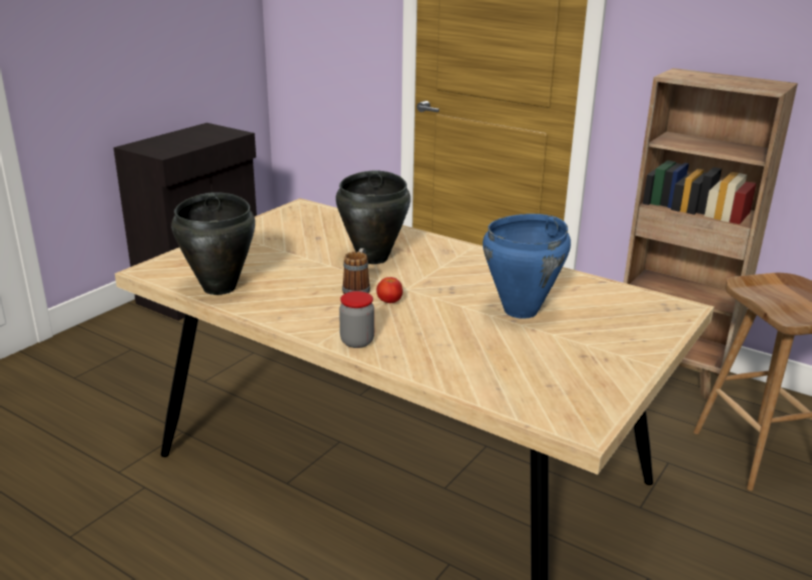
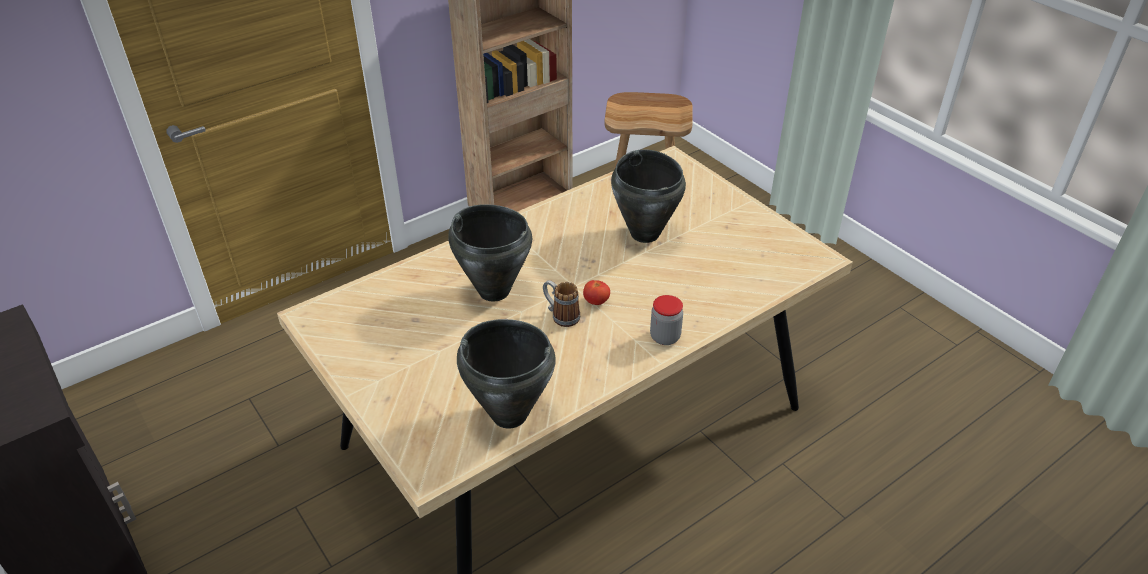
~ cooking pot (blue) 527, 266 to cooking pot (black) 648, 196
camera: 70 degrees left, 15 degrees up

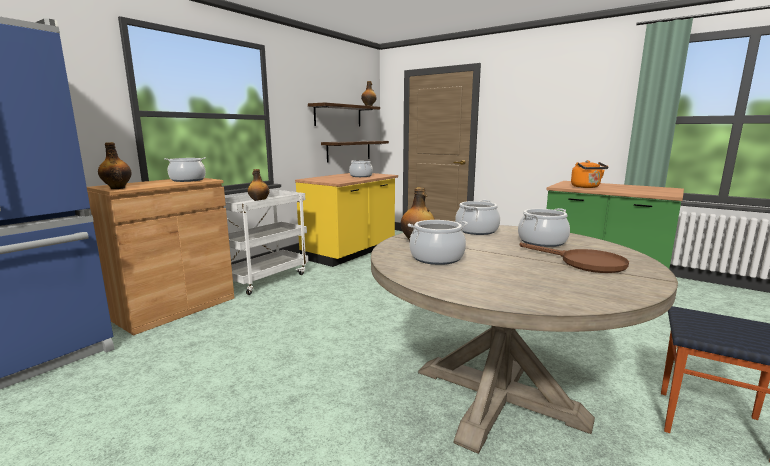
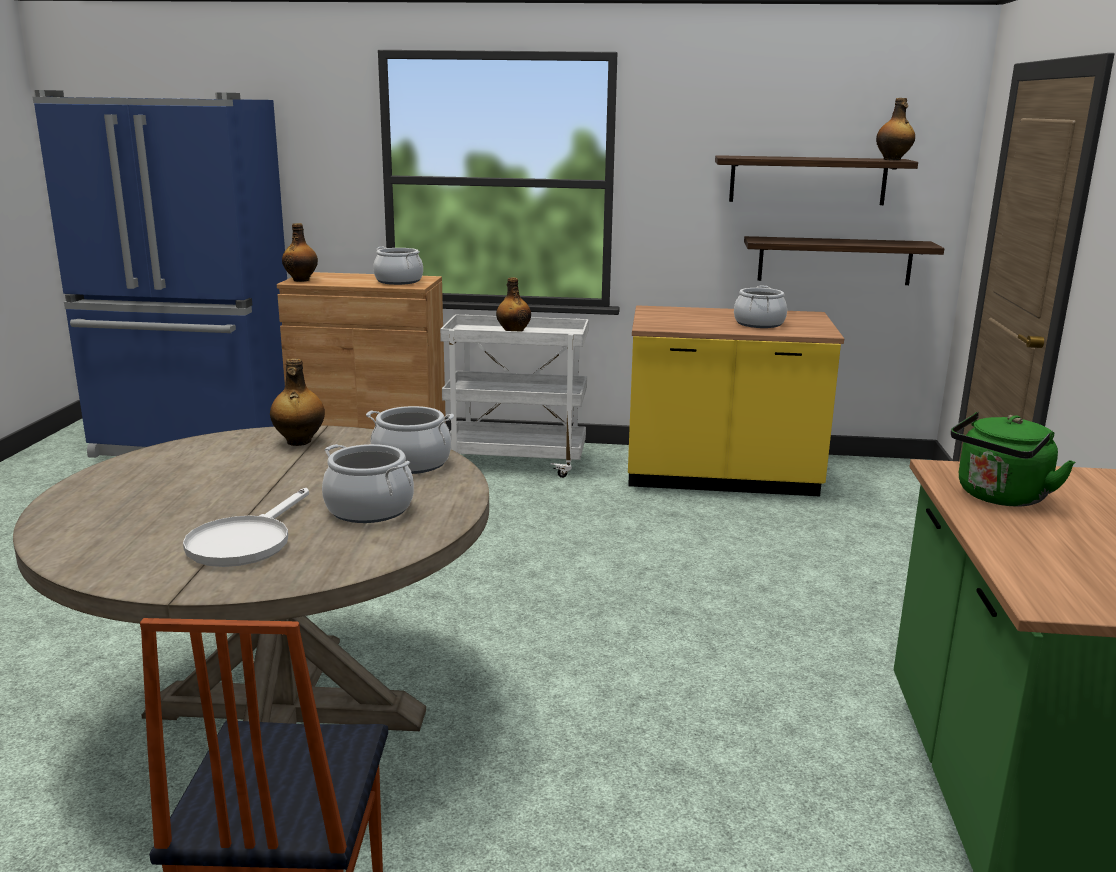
~ frying pan (brown) 574, 257 to frying pan (white) 246, 527
~ kettle (orange) 590, 174 to kettle (green) 1013, 459
- cooking pot 438, 242
camera: 60 degrees right, 5 degrees up

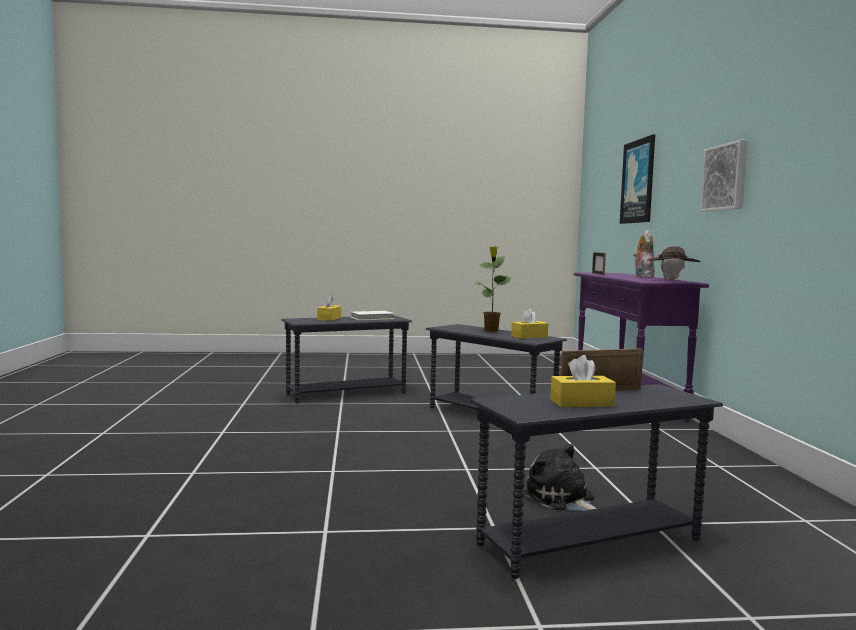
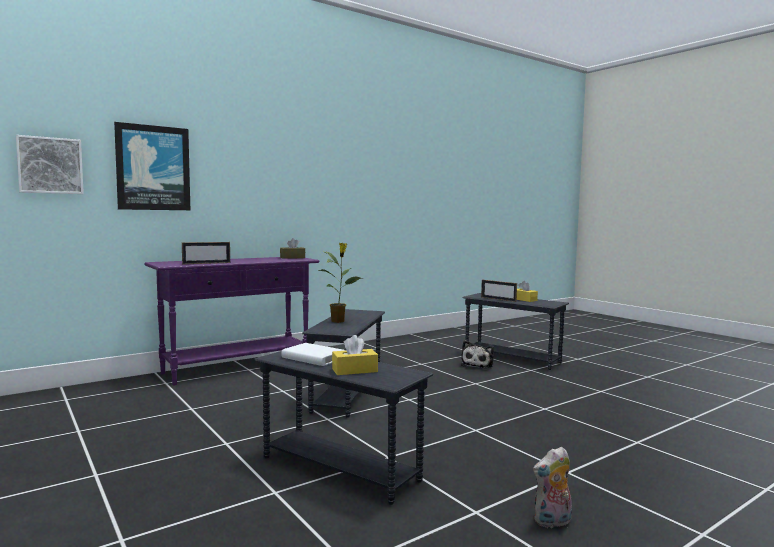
~ picture 724, 176 to 50, 164
~ hat (brown) 673, 263 to tissue box (brown) 292, 248
~ plush toy 644, 254 to 552, 487
- tissue box (yellow) 529, 324
camera: 120 degrees left, 0 degrees up

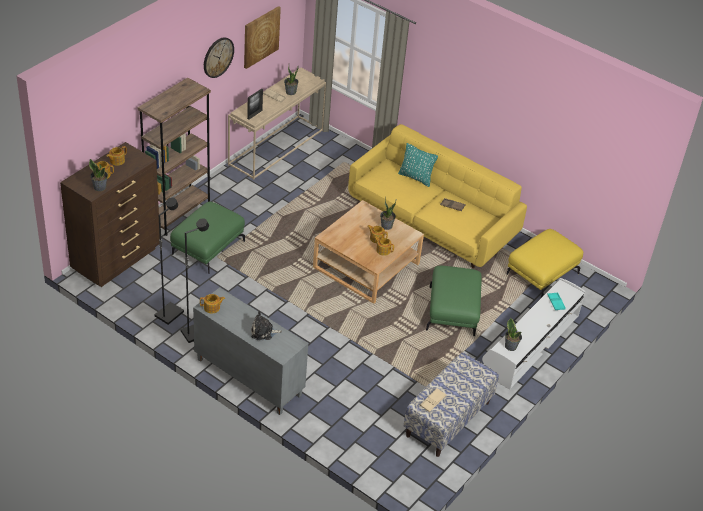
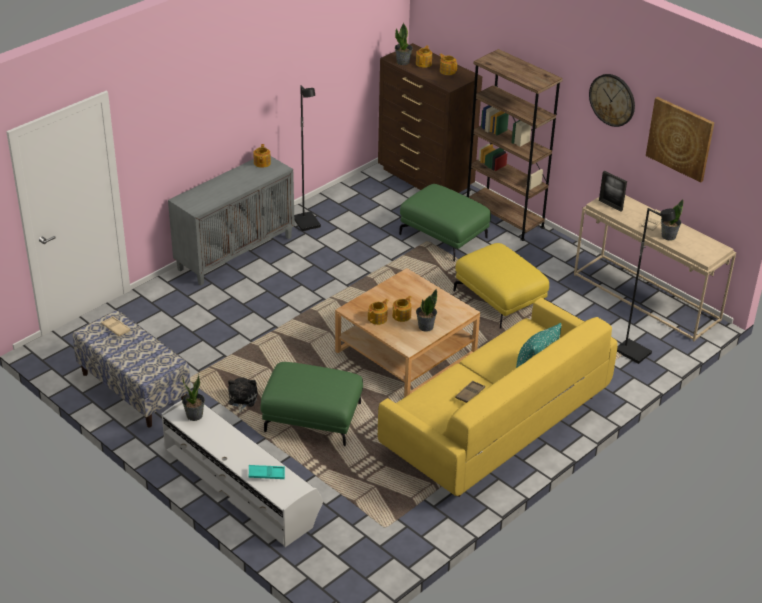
~ plush toy 266, 325 to 243, 395
~ ottoman (yellow) 544, 263 to 501, 286
~ floor lamp (black) 169, 261 to 646, 286
camera: 100 degrees right, 5 degrees down

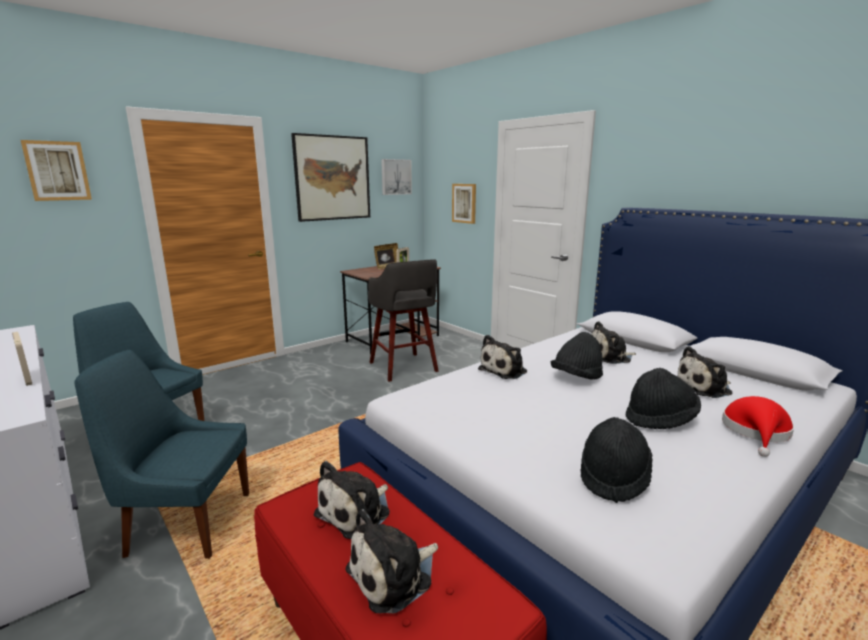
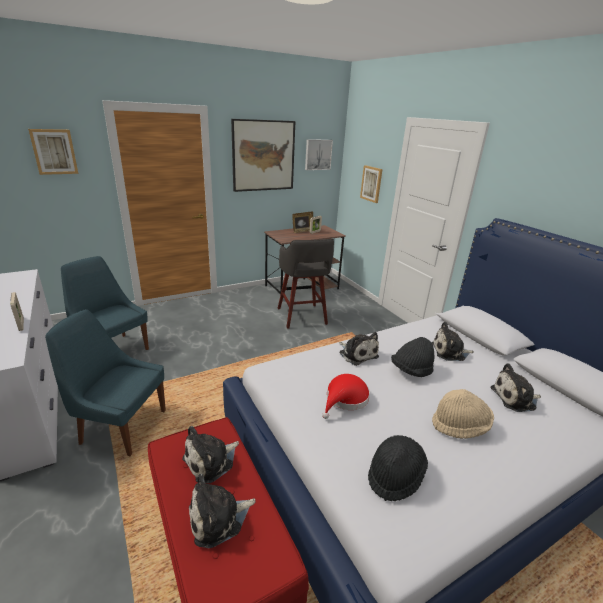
~ hat (red) 758, 426 to 346, 396
~ plush toy 502, 357 = 359, 349 90 degrees counterclockwise
~ hat (black) 663, 398 to hat (beige) 463, 414
camera: 10 degrees right, 10 degrees up

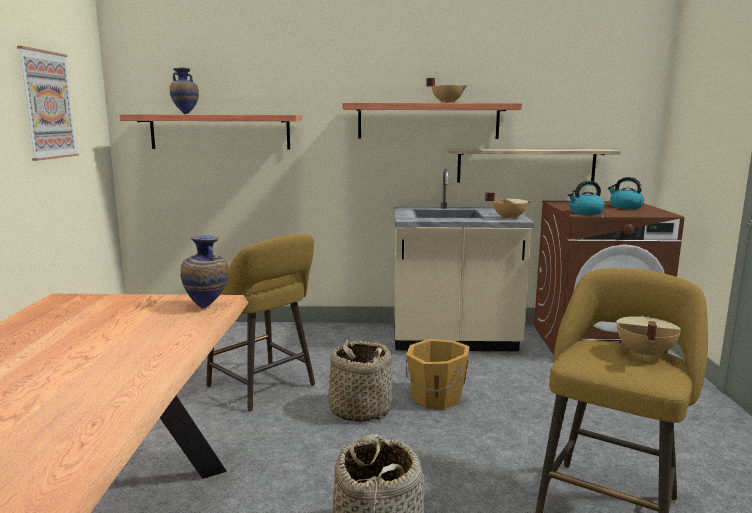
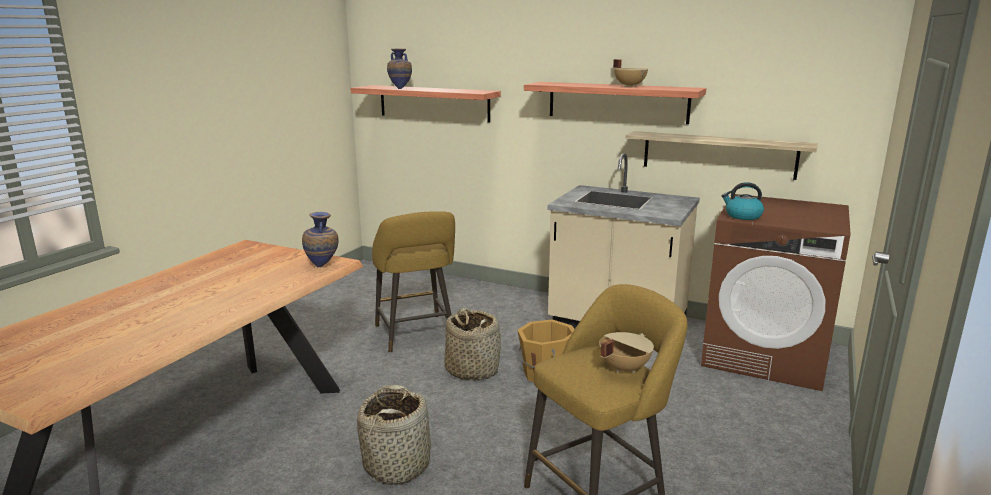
- picture 48, 103
- cooking pot (beige) 508, 206
- kettle 626, 193
camera: 25 degrees right, 5 degrees up

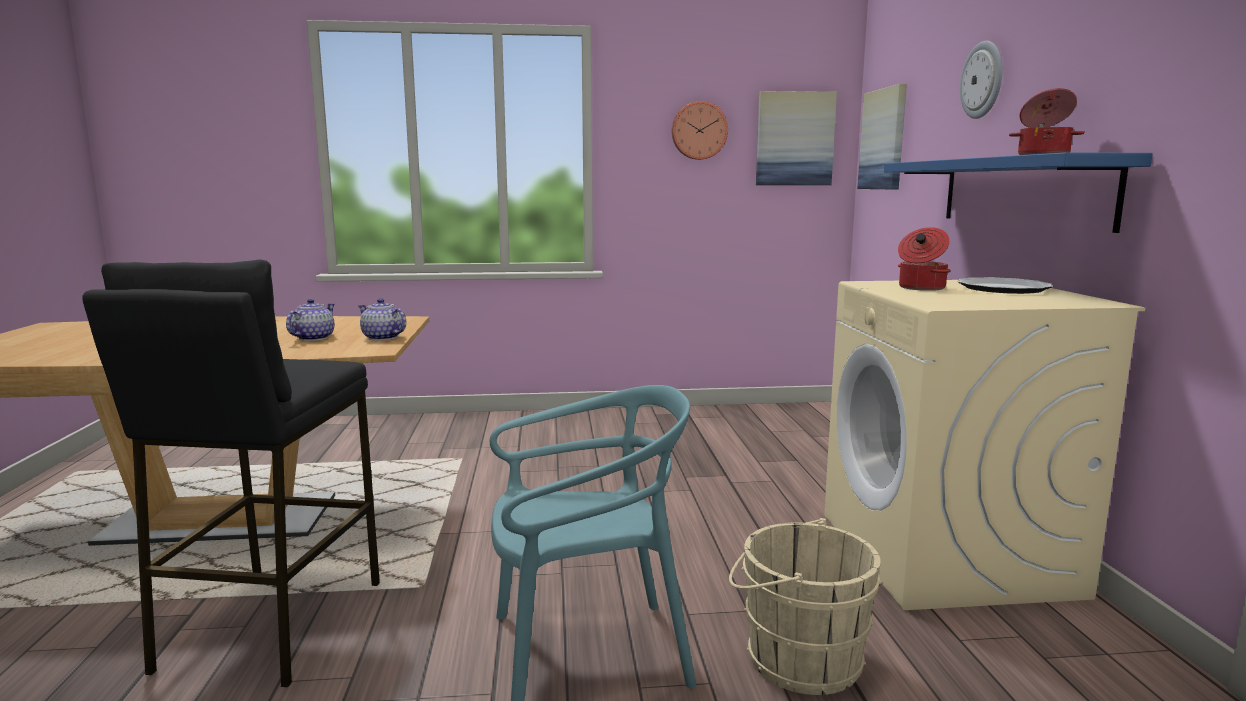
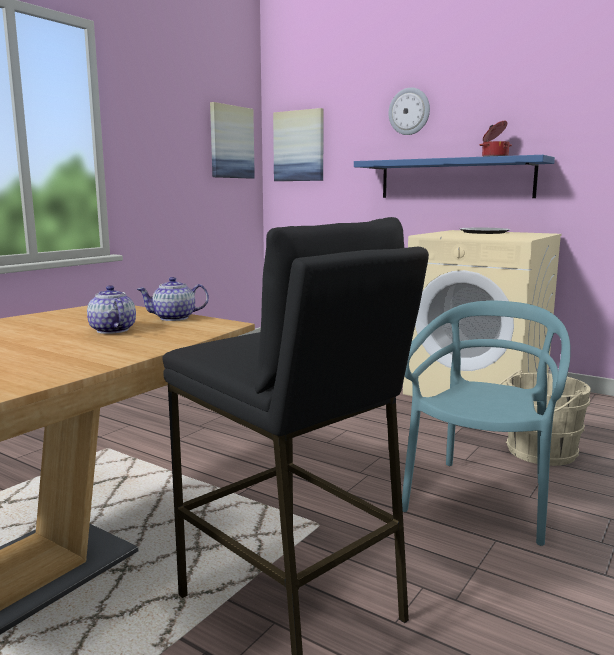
- wall clock 700, 130
- cooking pot 924, 259
camera: 50 degrees left, 0 degrees up

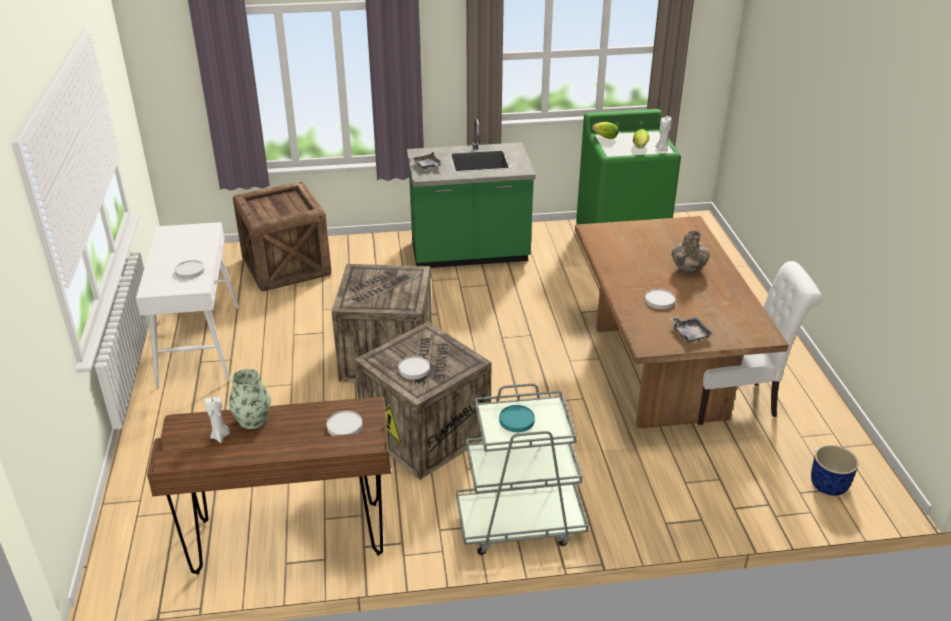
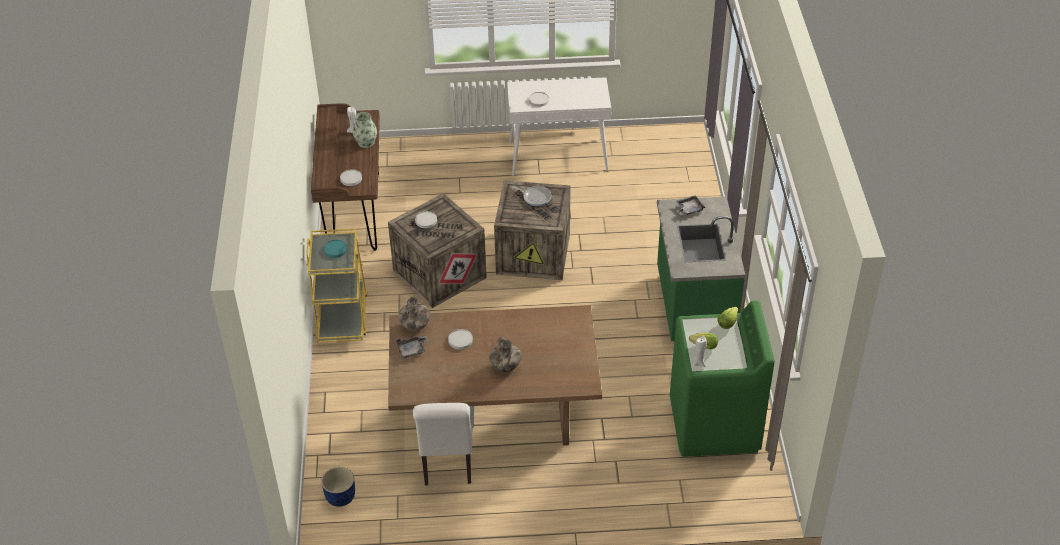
~ cart (grey) 522, 469 to cart (yellow) 337, 286
+ vase 414, 314
+ frying pan 532, 196
- crate 282, 236
camera: 95 degrees right, 10 degrees up

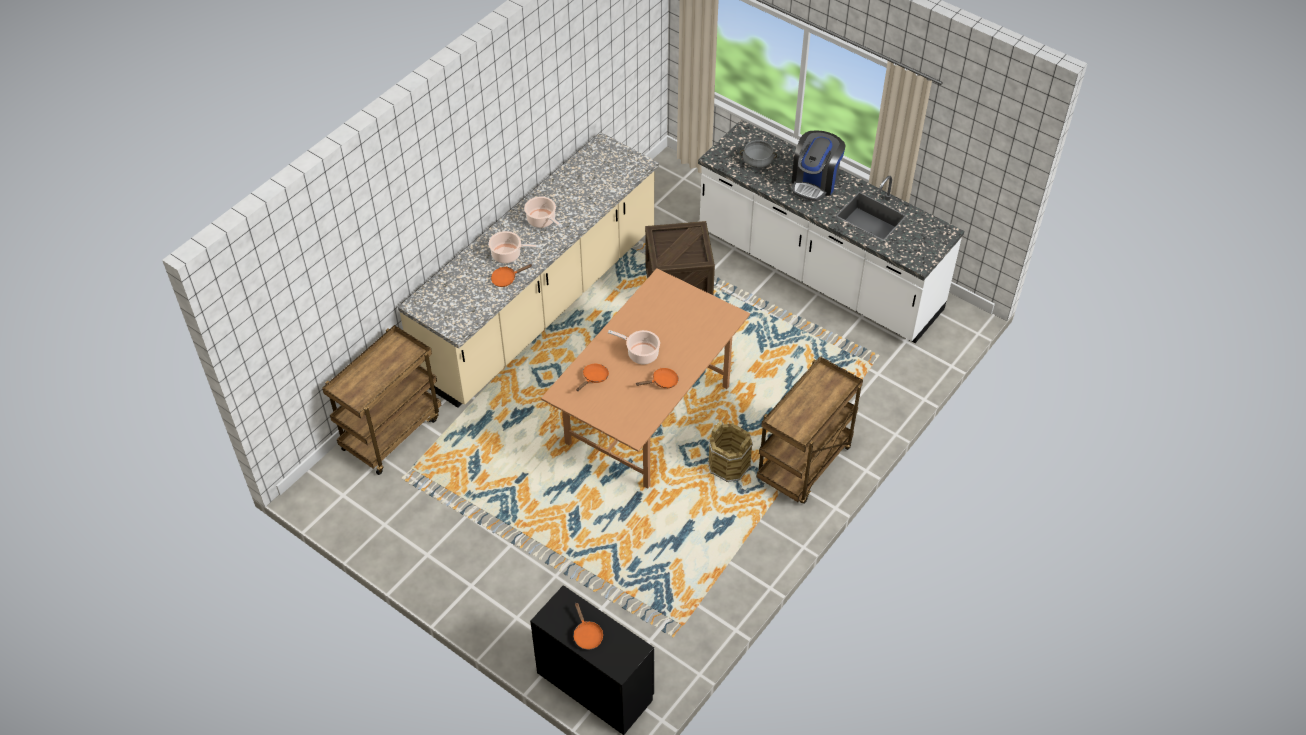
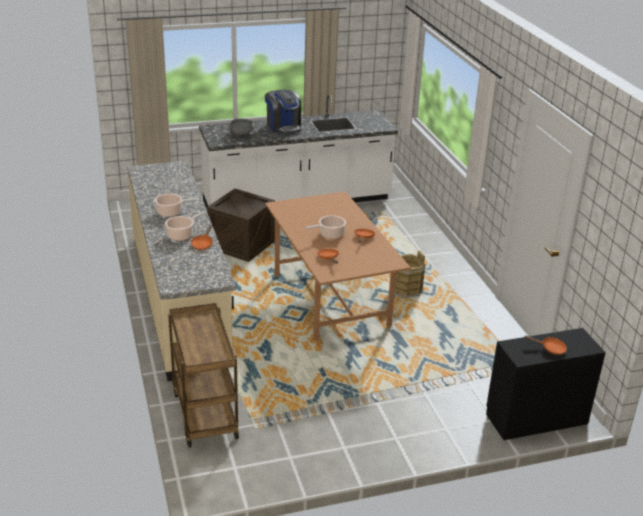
- cart (brown) 810, 430
camera: 55 degrees left, 20 degrees down

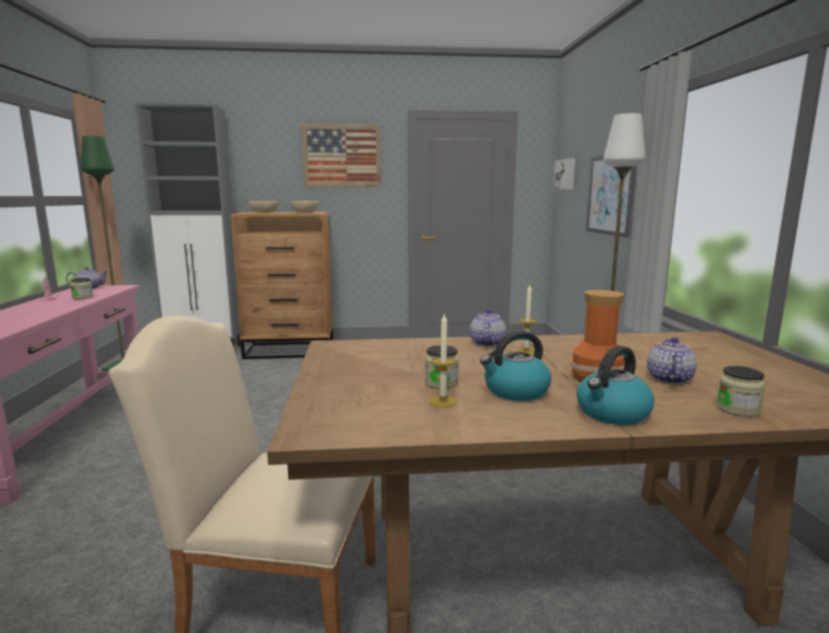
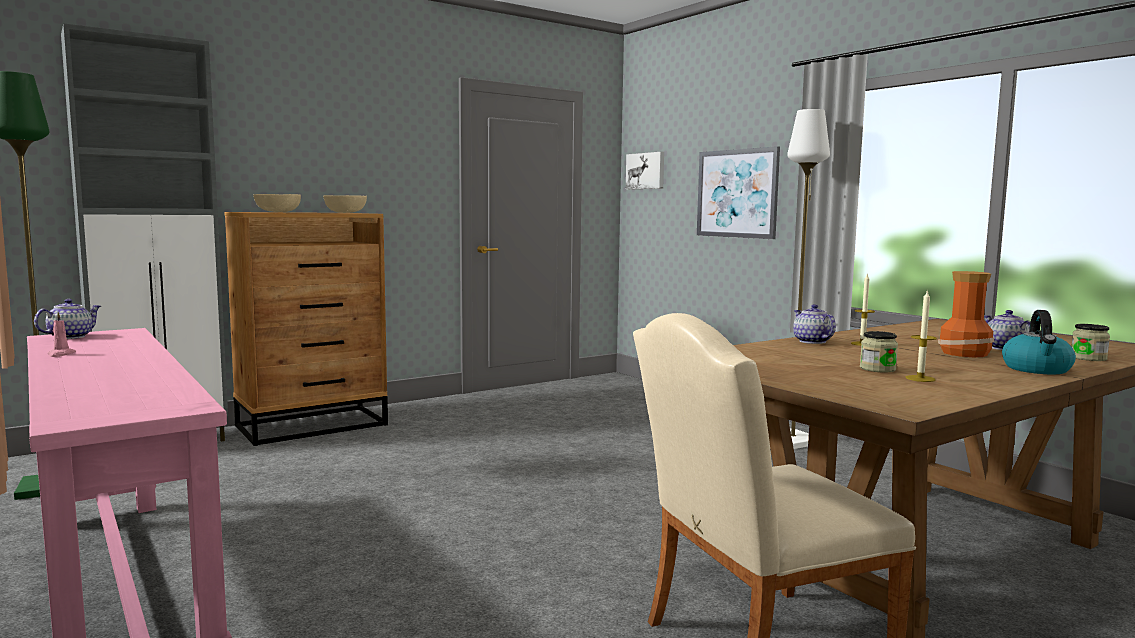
- jar 81, 288
- picture 341, 155
- kettle 515, 366
camera: 30 degrees left, 5 degrees down

